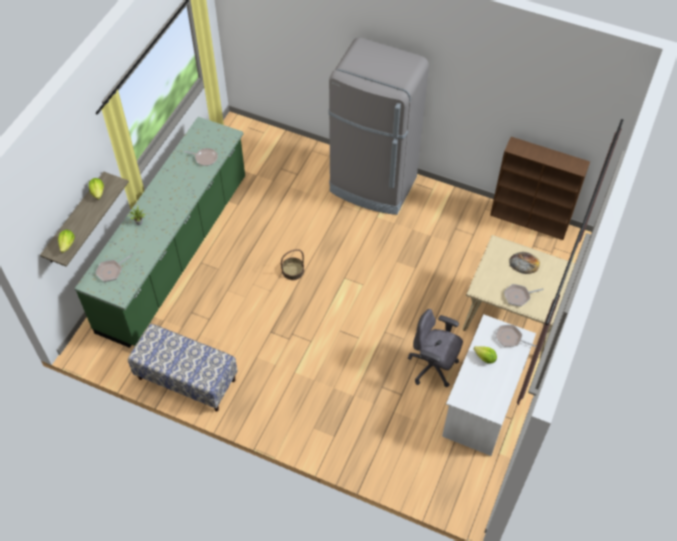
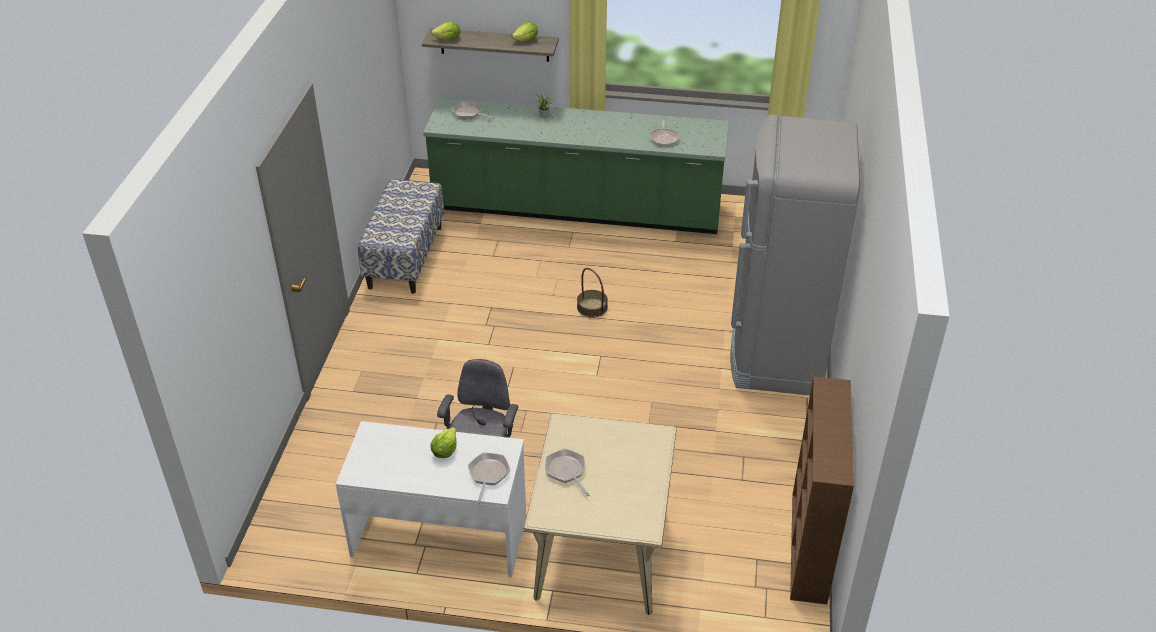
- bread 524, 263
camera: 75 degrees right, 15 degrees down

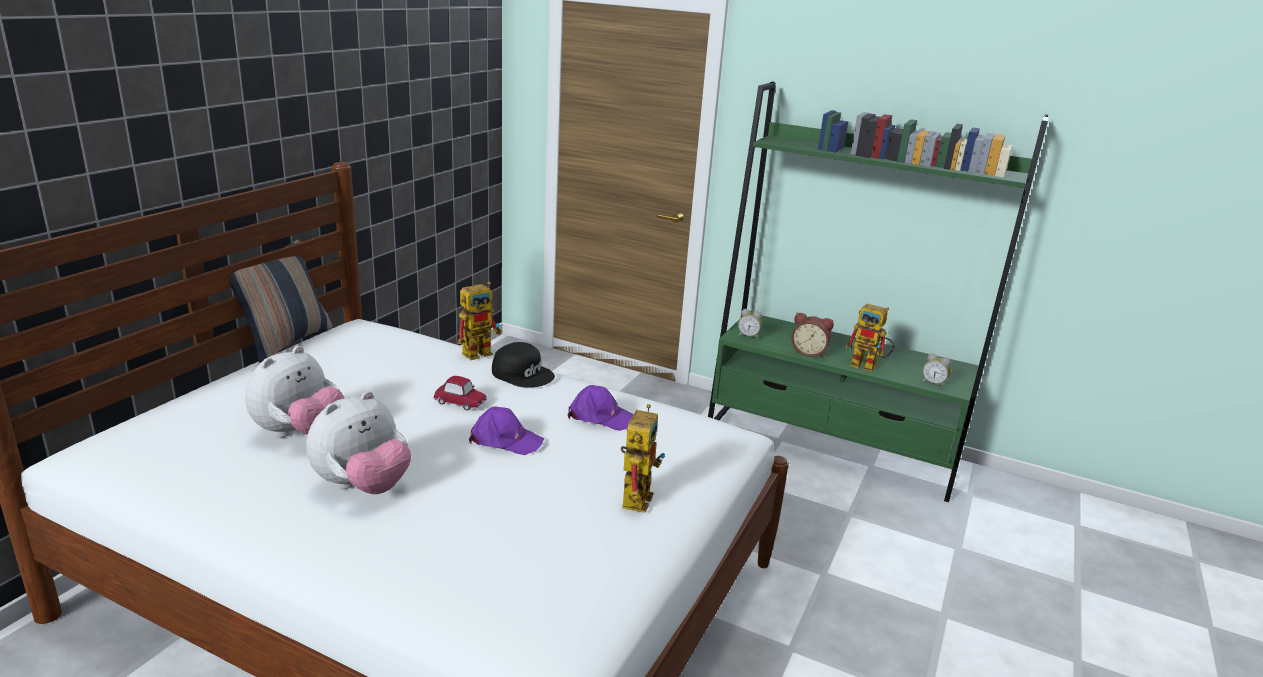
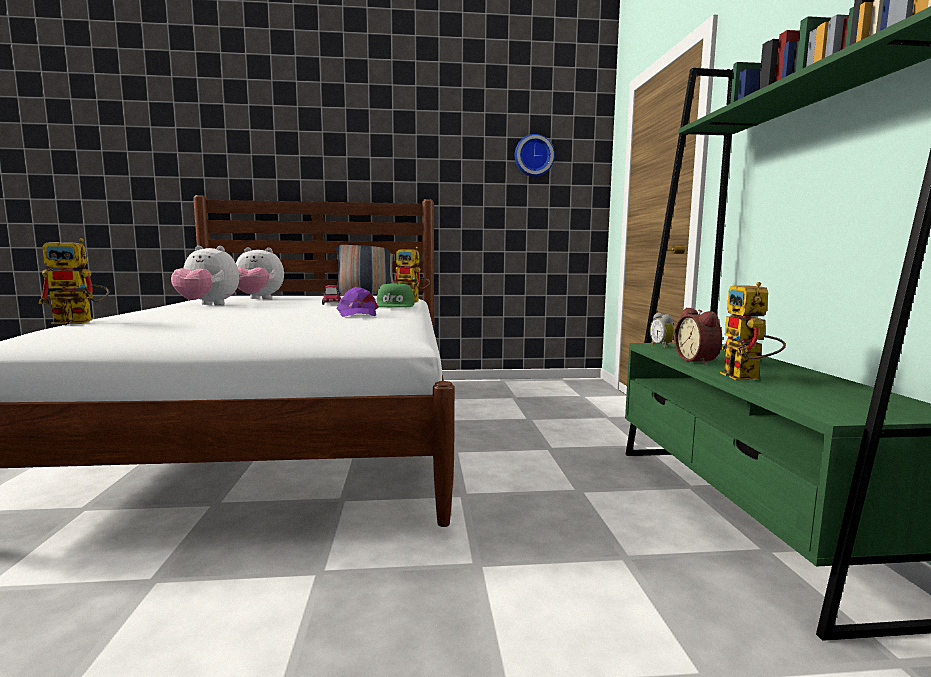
~ toy robot 643, 458 to 73, 281
~ cap (black) 523, 365 to cap (green) 395, 295
+ wall clock 535, 155
- cap (purple) 506, 430
- alarm clock 936, 370
camera: 60 degrees right, 15 degrees down

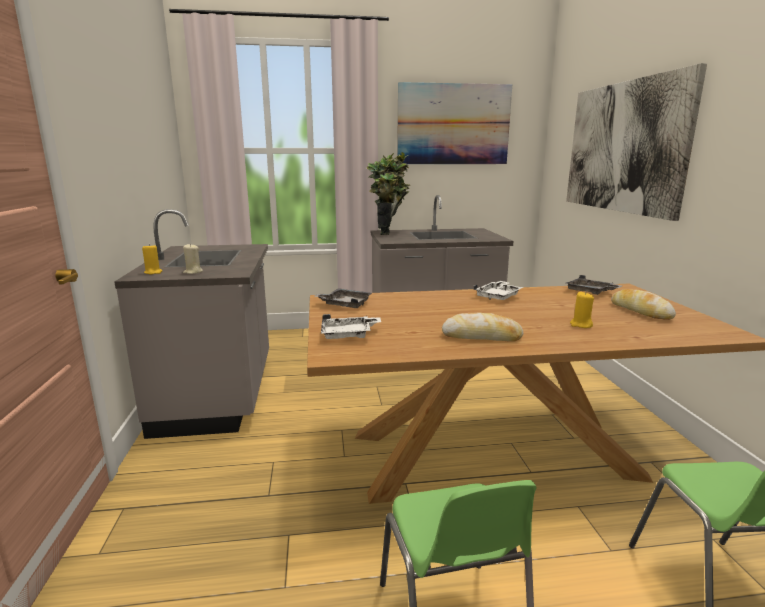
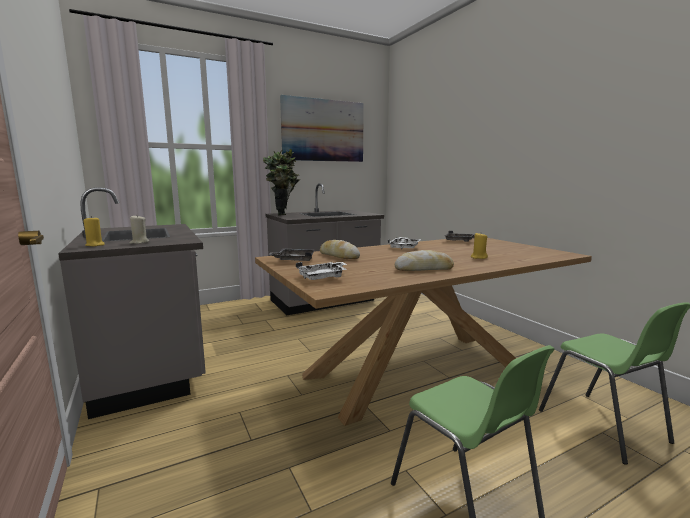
~ bread 643, 304 to 340, 249
- picture 636, 142
camera: 20 degrees left, 5 degrees down

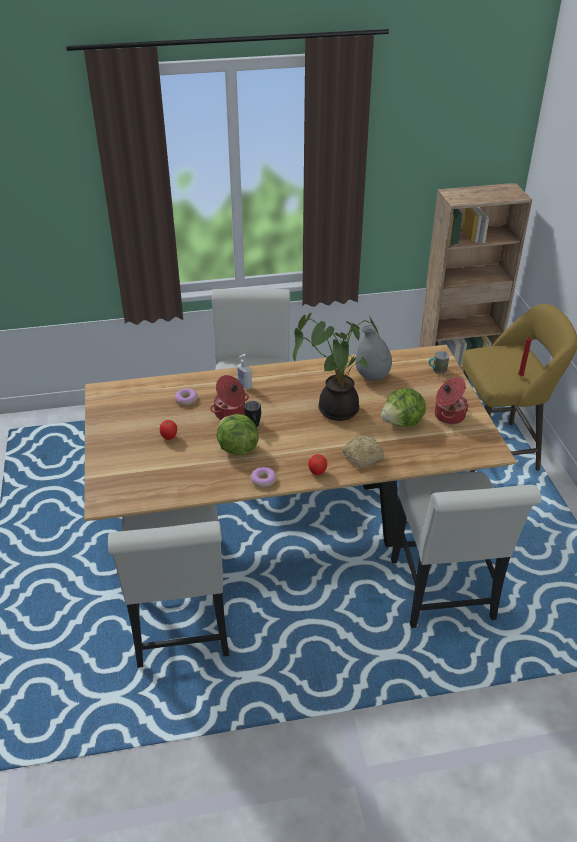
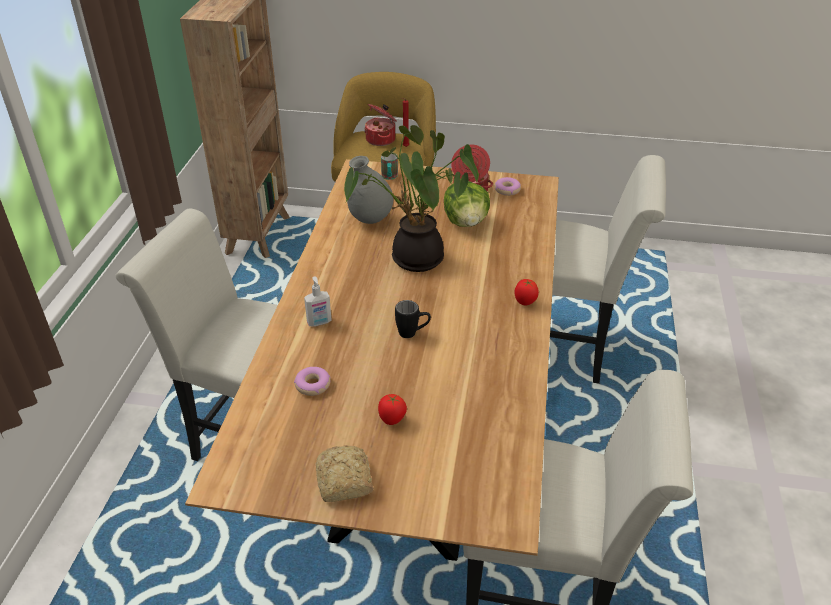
~ bread 363, 451 to 344, 473
~ cooking pot 229, 397 to 380, 125
~ donut 263, 477 to 508, 186
- lettuce 237, 434
camera: 70 degrees left, 0 degrees up

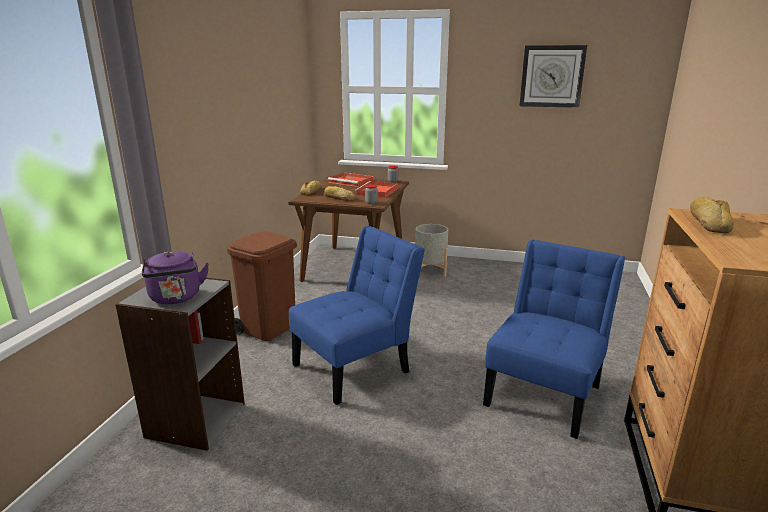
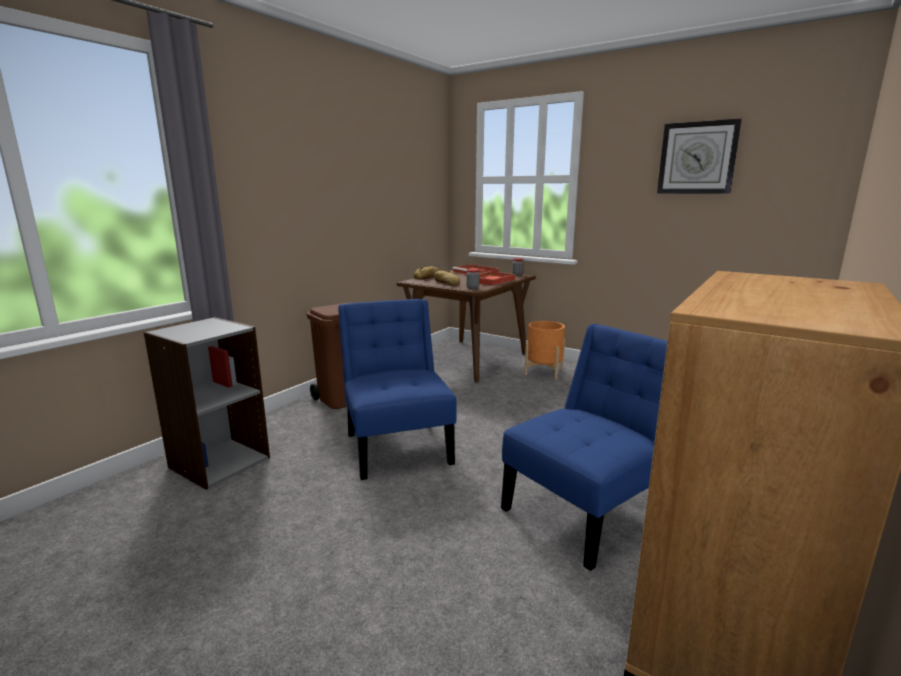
~ chair (blue) 357, 315 = 397, 389 90 degrees counterclockwise
~ planter (grey) 431, 250 to planter (orange) 544, 350
- kettle (purple) 175, 277
- bread 712, 215
camera: 20 degrees right, 5 degrees down

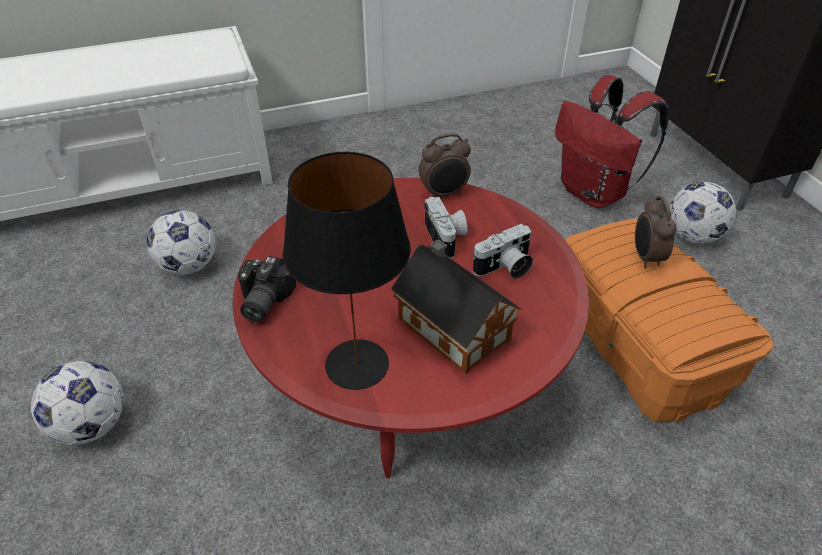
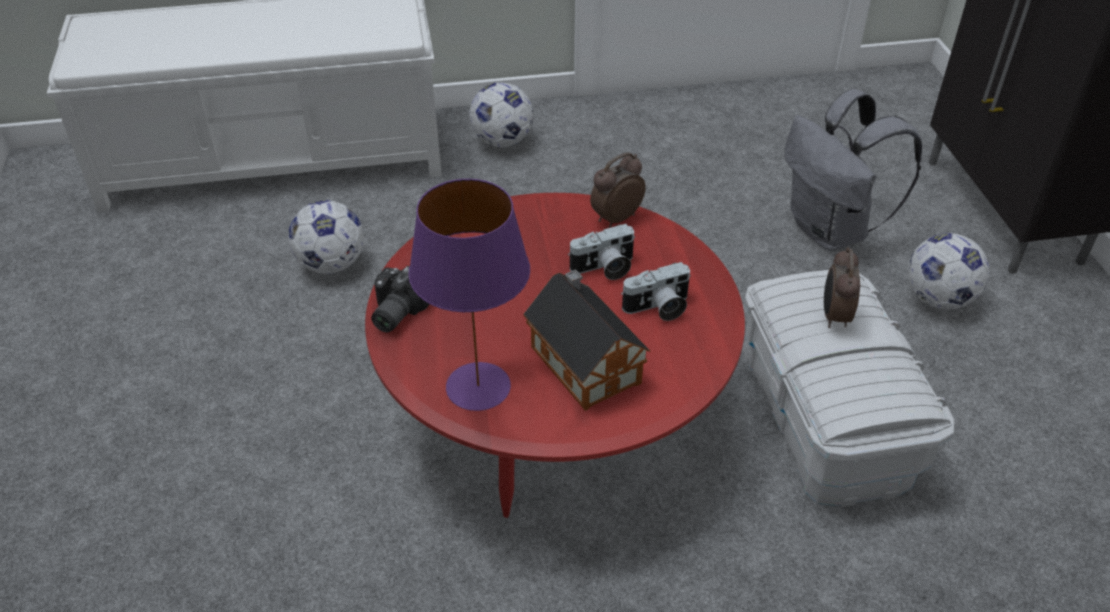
~ table lamp (black) 347, 271 to table lamp (purple) 469, 295
~ football 77, 403 to 501, 114
~ photo camera 445, 227 = 601, 252 75 degrees clockwise
~ alarm clock 445, 165 = 618, 189 150 degrees clockwise
~ storage box (orange) 669, 320 to storage box (white) 850, 388
~ backpack (red) 612, 141 to backpack (grey) 853, 170
camera: 10 degrees right, 0 degrees up

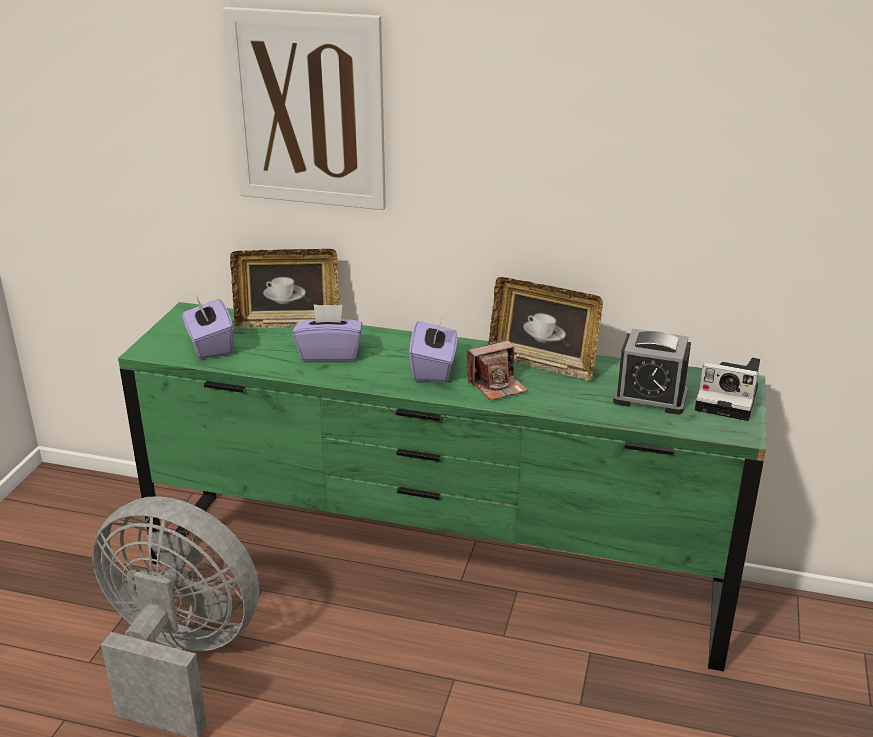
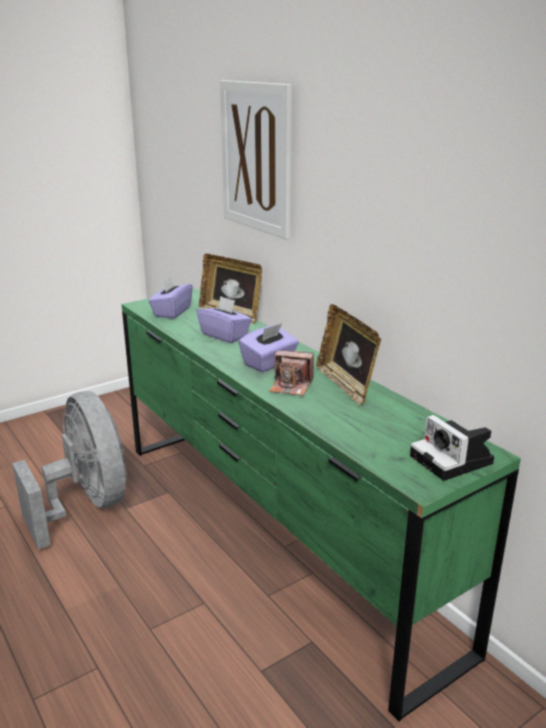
- alarm clock 652, 371
camera: 40 degrees right, 5 degrees down

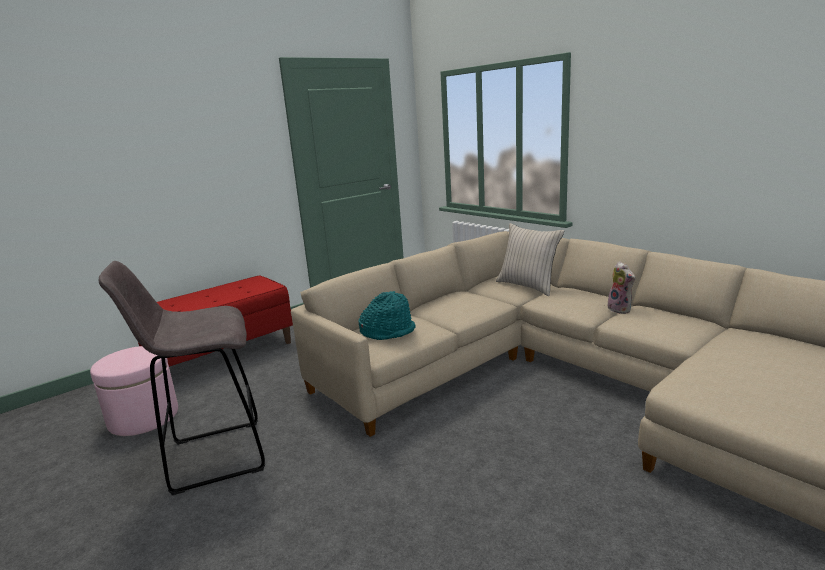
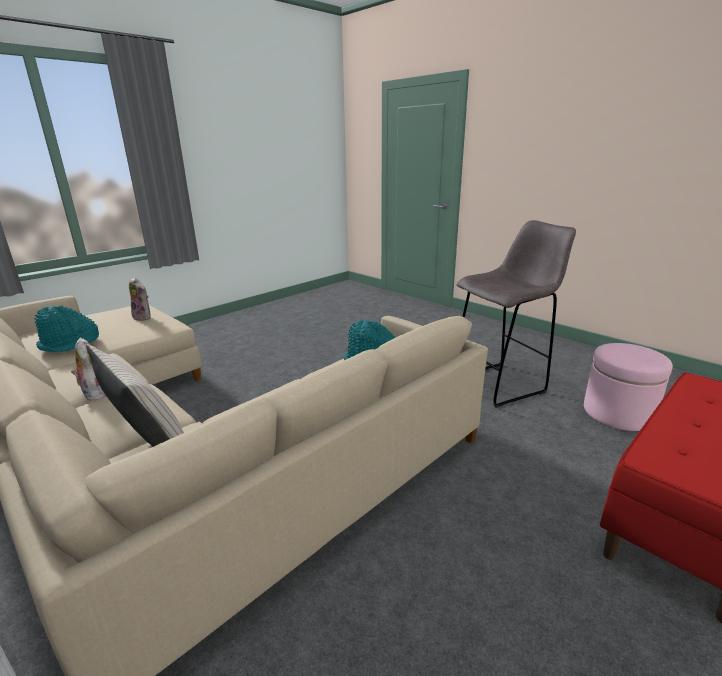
+ hat (turquoise) 67, 329
+ plush toy 140, 299
camera: 175 degrees right, 5 degrees up

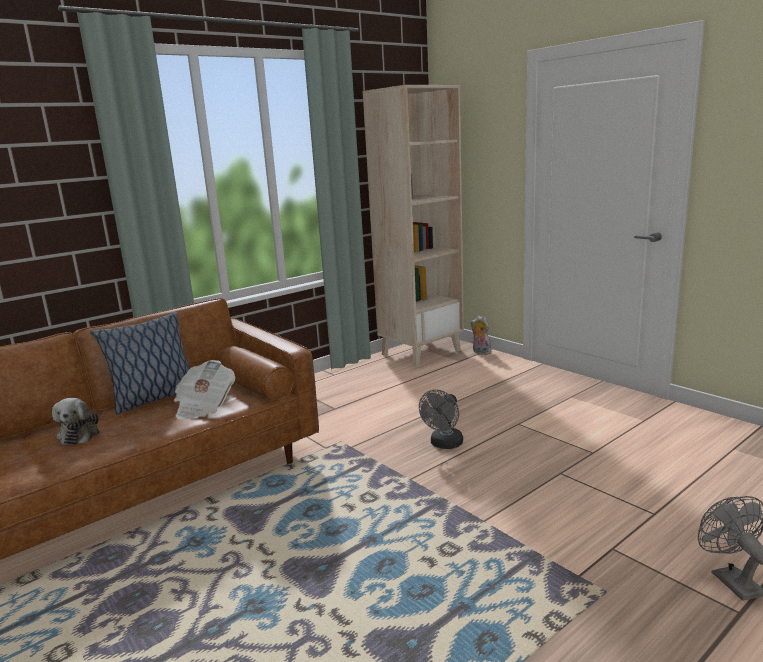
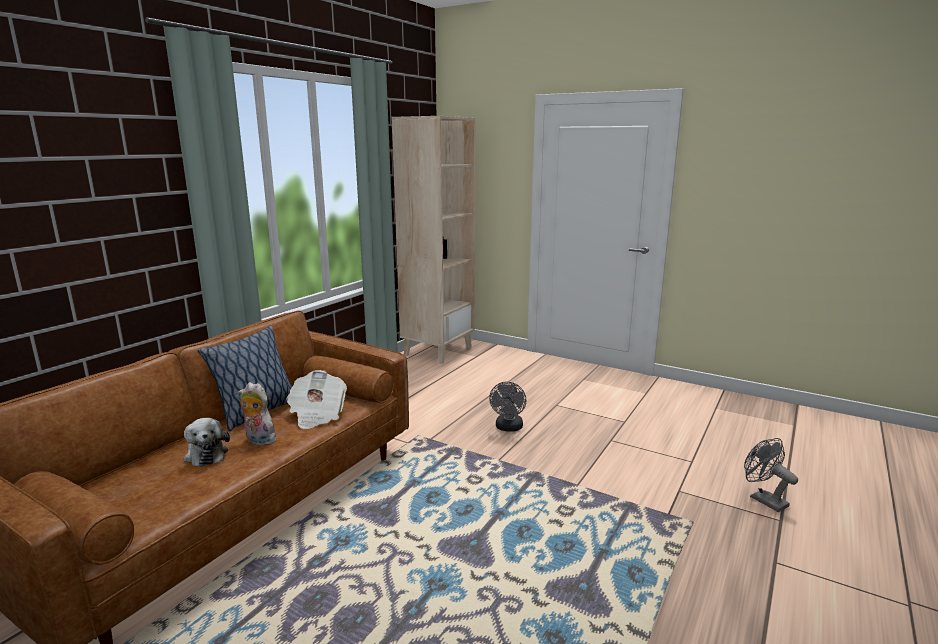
~ plush toy 480, 335 to 257, 414
camera: 20 degrees left, 0 degrees up

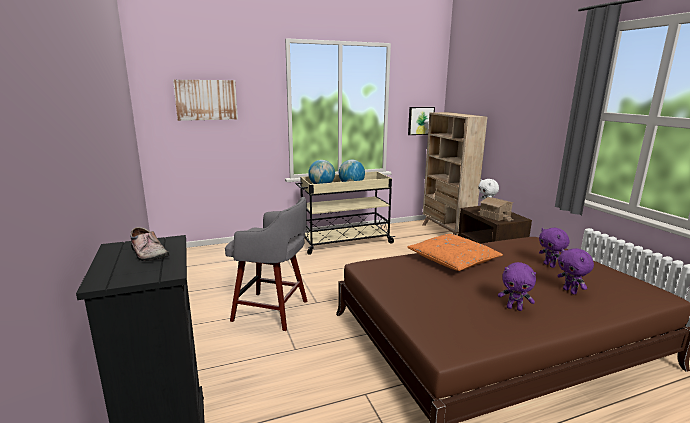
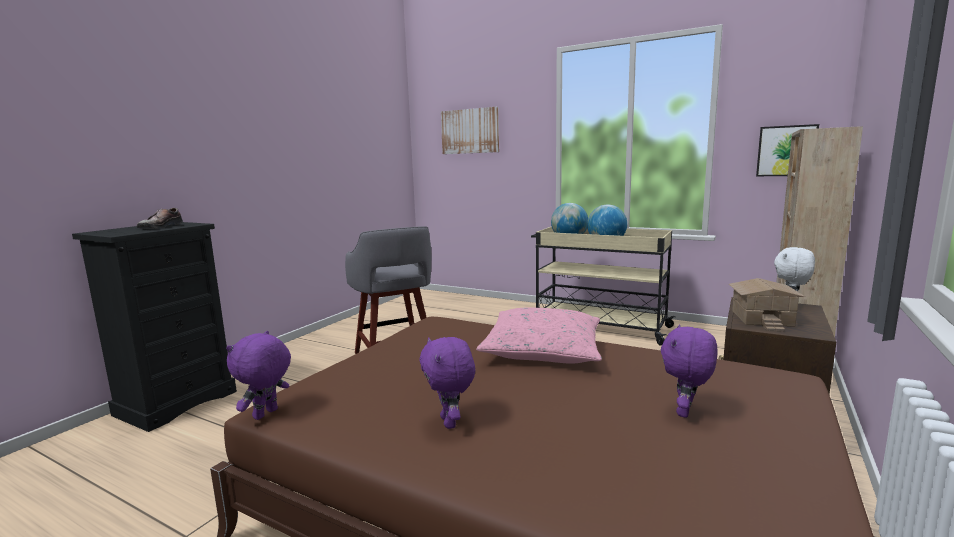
~ plush toy (purple) 576, 271 to 258, 375
~ pillow (orange) 455, 252 to pillow (pink) 539, 336
camera: 50 degrees right, 5 degrees down

